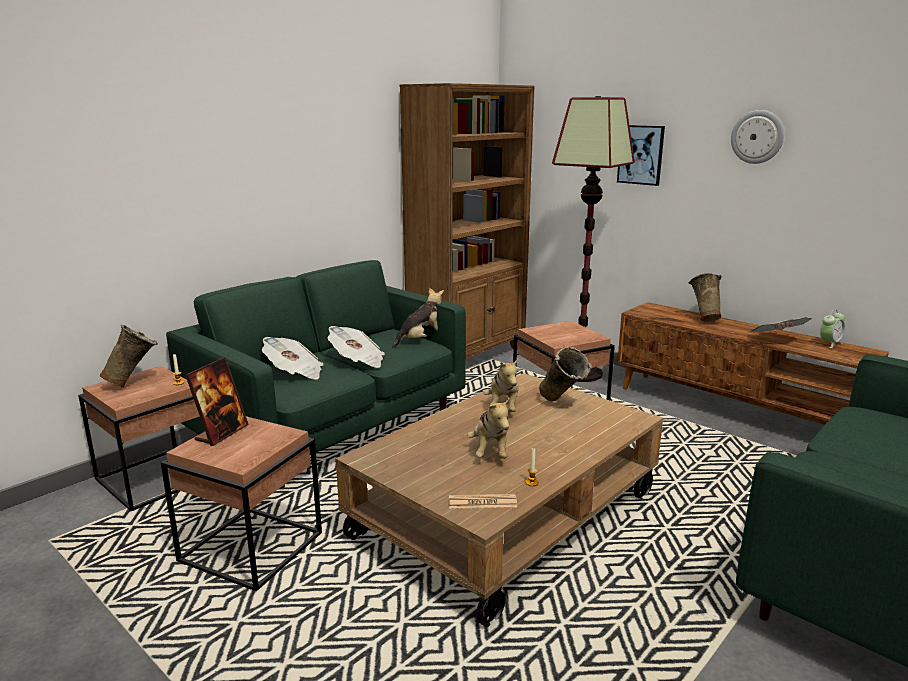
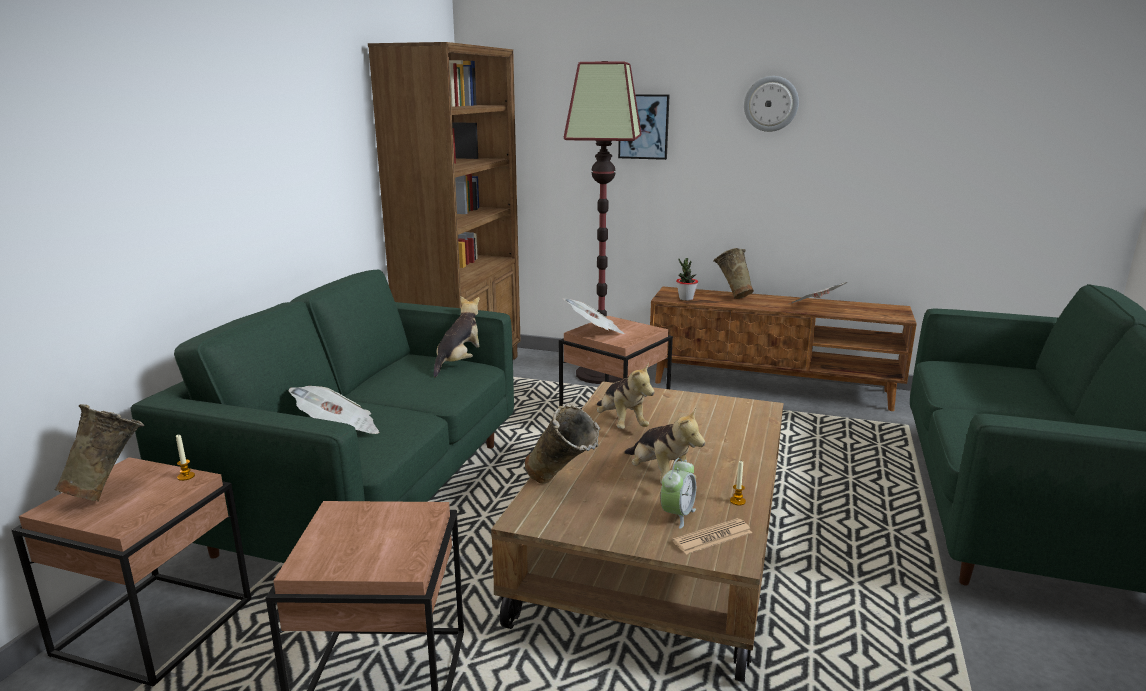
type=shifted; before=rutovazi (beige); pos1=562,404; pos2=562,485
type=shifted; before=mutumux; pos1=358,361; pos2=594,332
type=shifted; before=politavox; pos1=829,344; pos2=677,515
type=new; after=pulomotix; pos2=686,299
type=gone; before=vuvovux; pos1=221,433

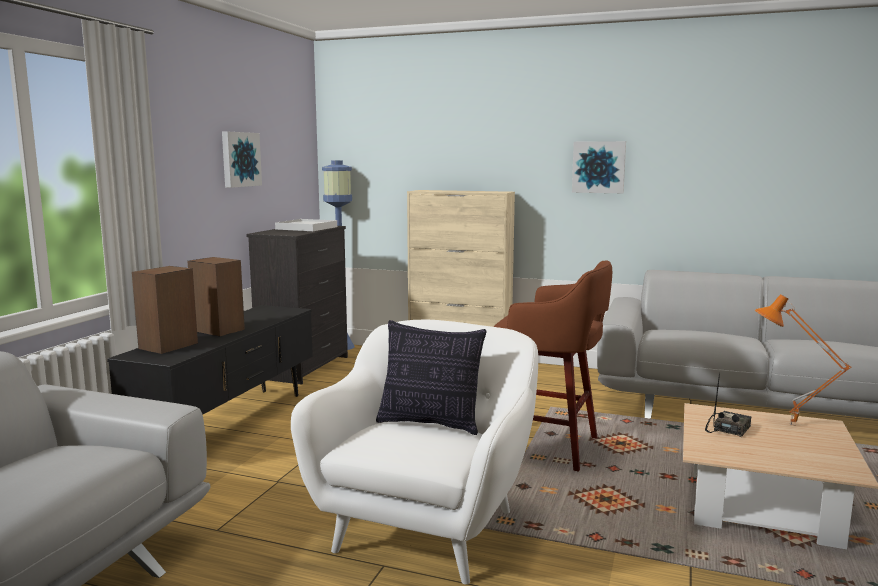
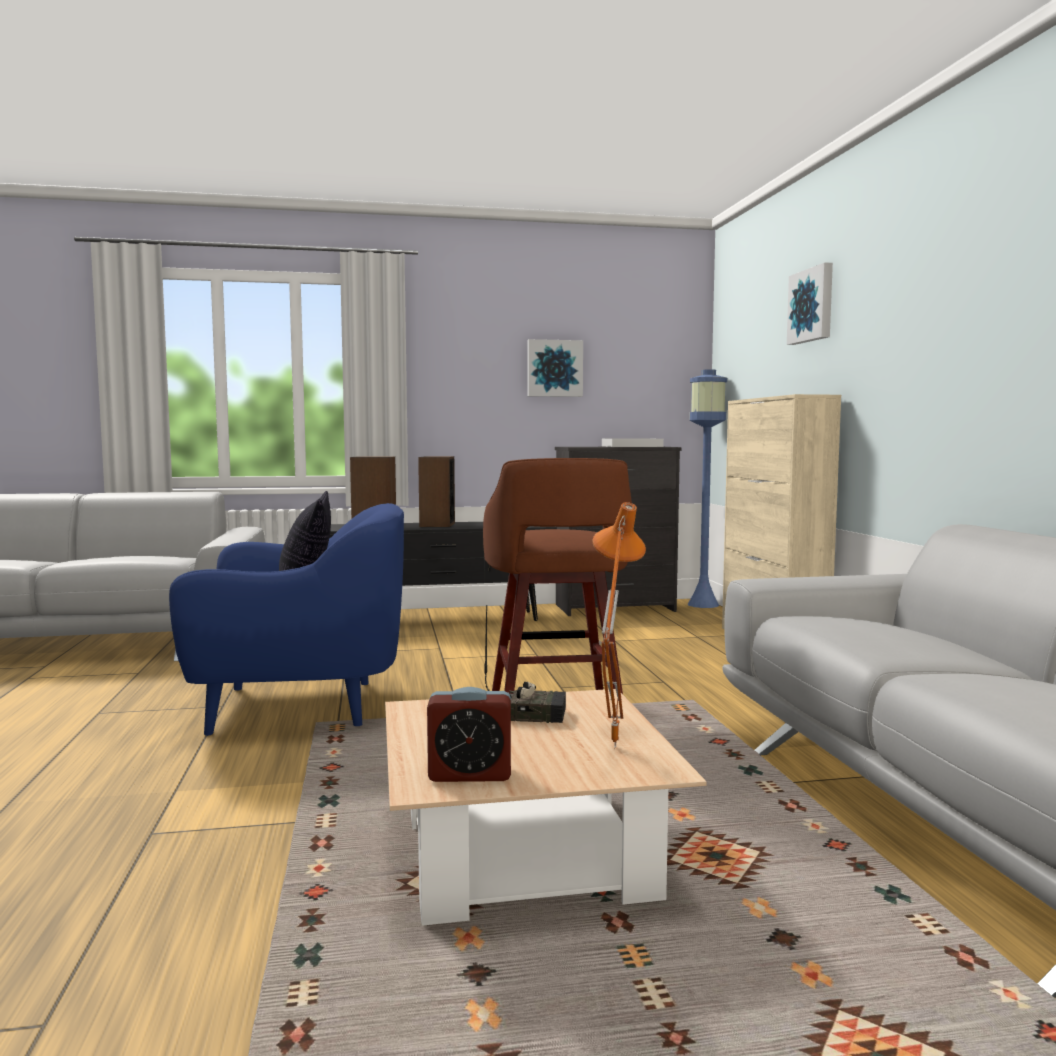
type=repainted; before=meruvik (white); after=meruvik (blue); pos1=428,527; pos2=301,706
type=new; after=politavox; pos2=470,774
type=shifted; before=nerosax; pos1=598,167; pos2=812,305

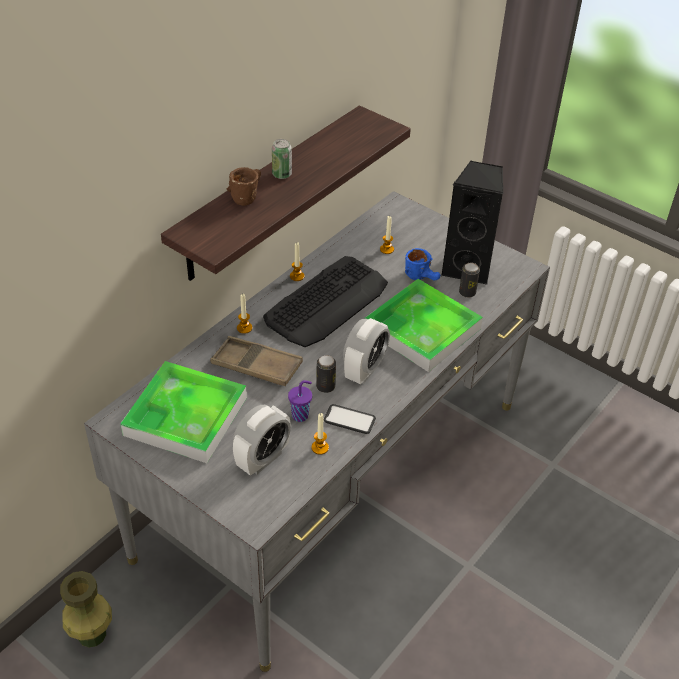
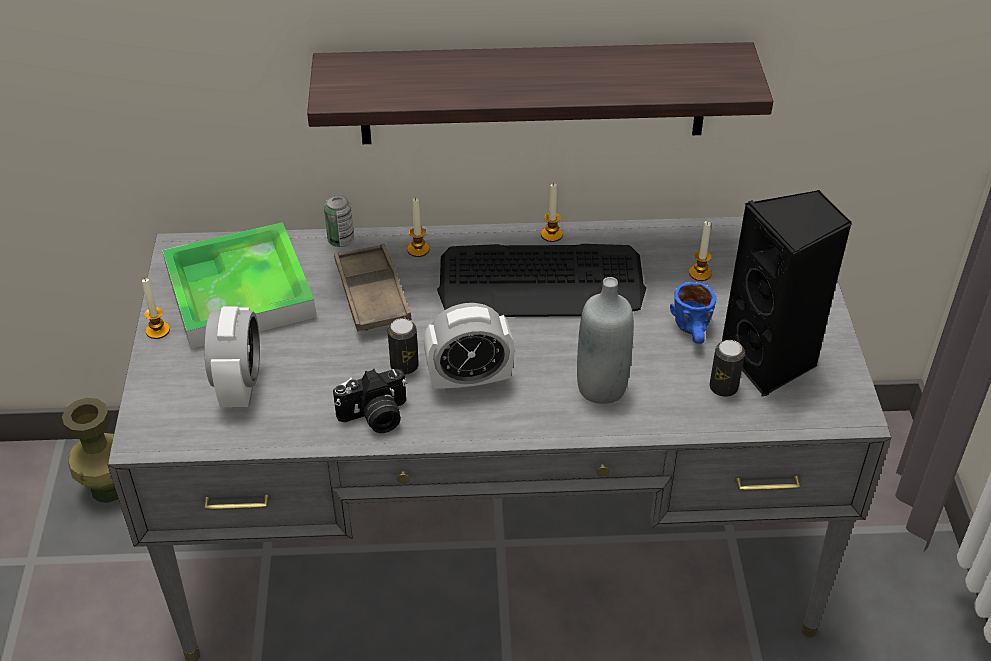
type=shifted; before=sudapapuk; pos1=320,447; pos2=157,330
type=rotated; before=politavox; pos1=262,459; pos2=240,386; turn=-90
type=shifted; before=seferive; pos1=282,174; pos2=341,240
type=swapped; before=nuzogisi; after=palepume; pos1=349,420; pos2=375,417
type=swapped; before=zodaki; after=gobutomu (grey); pos1=422,329; pos2=601,387
type=gone; before=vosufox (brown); pos1=247,194
type=gone; before=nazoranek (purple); pos1=301,415

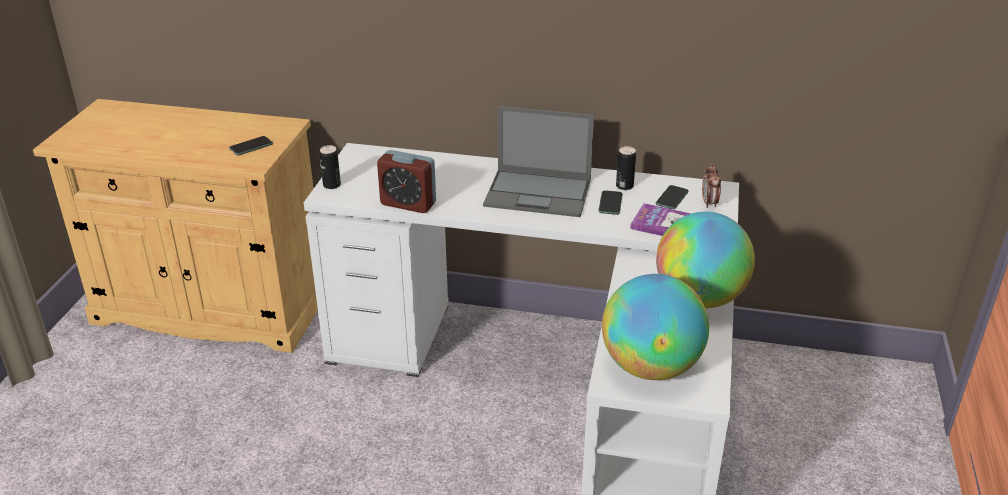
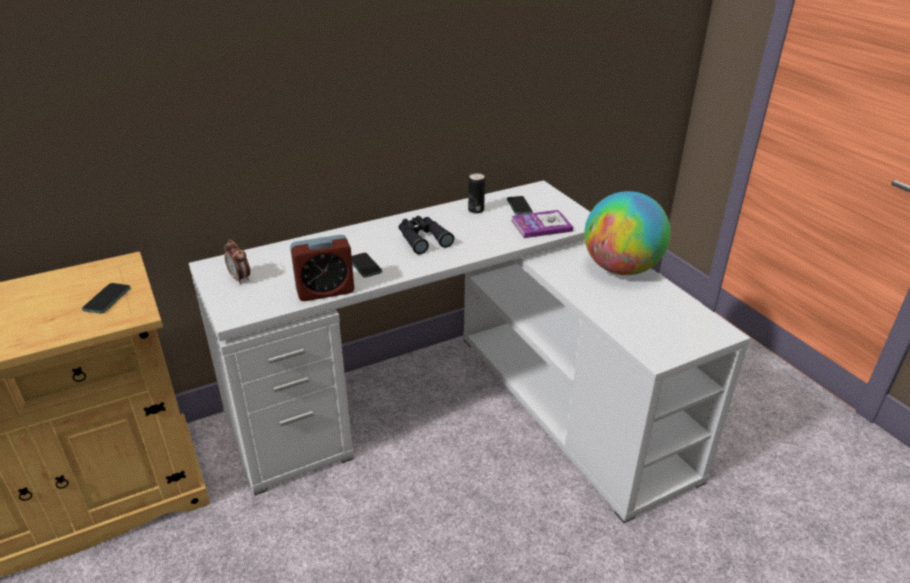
type=shifted; before=politavox; pos1=709,203; pos2=240,279
type=shifted; before=nuzogisi; pos1=610,203; pos2=365,266
type=swapped; before=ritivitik; after=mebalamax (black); pos1=539,193; pos2=422,239
type=gone; before=seferive; pos1=332,185
type=gone; before=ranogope; pos1=651,367

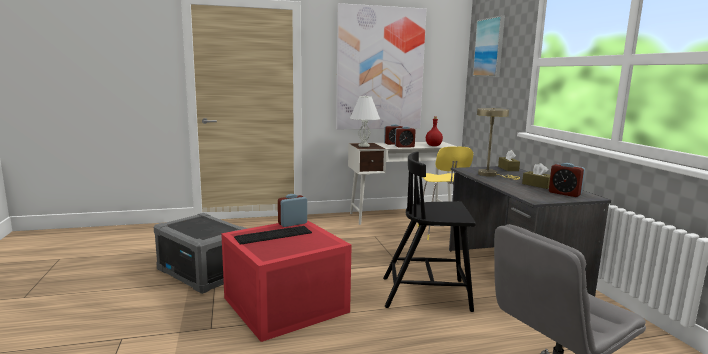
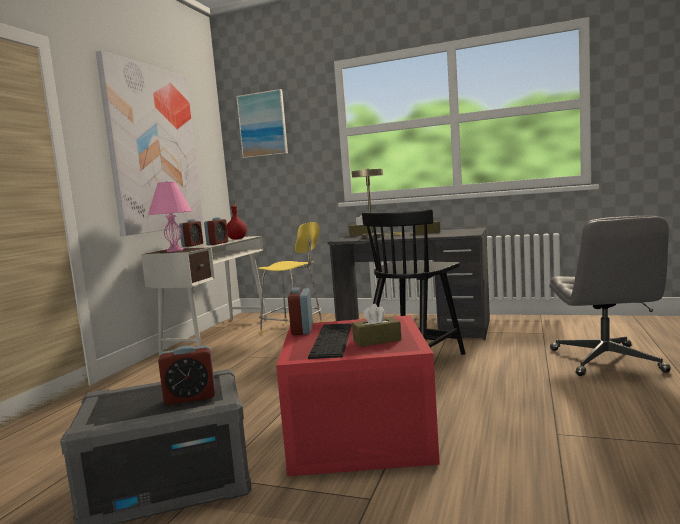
type=repainted; before=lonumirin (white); after=lonumirin (pink); pos1=364,146; pos2=175,250
type=shifted; before=politavox; pos1=564,193; pos2=190,398
type=new; after=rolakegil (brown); pos2=377,340

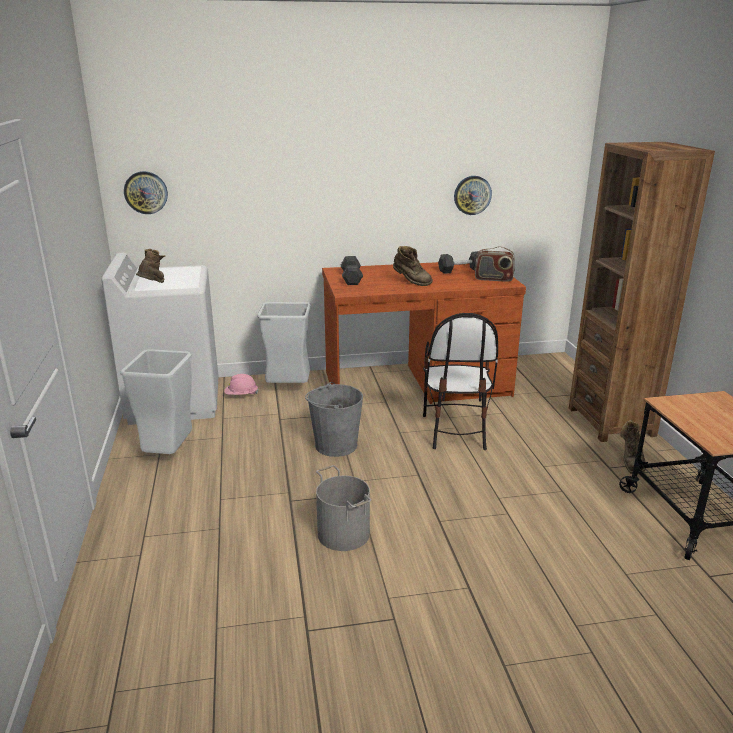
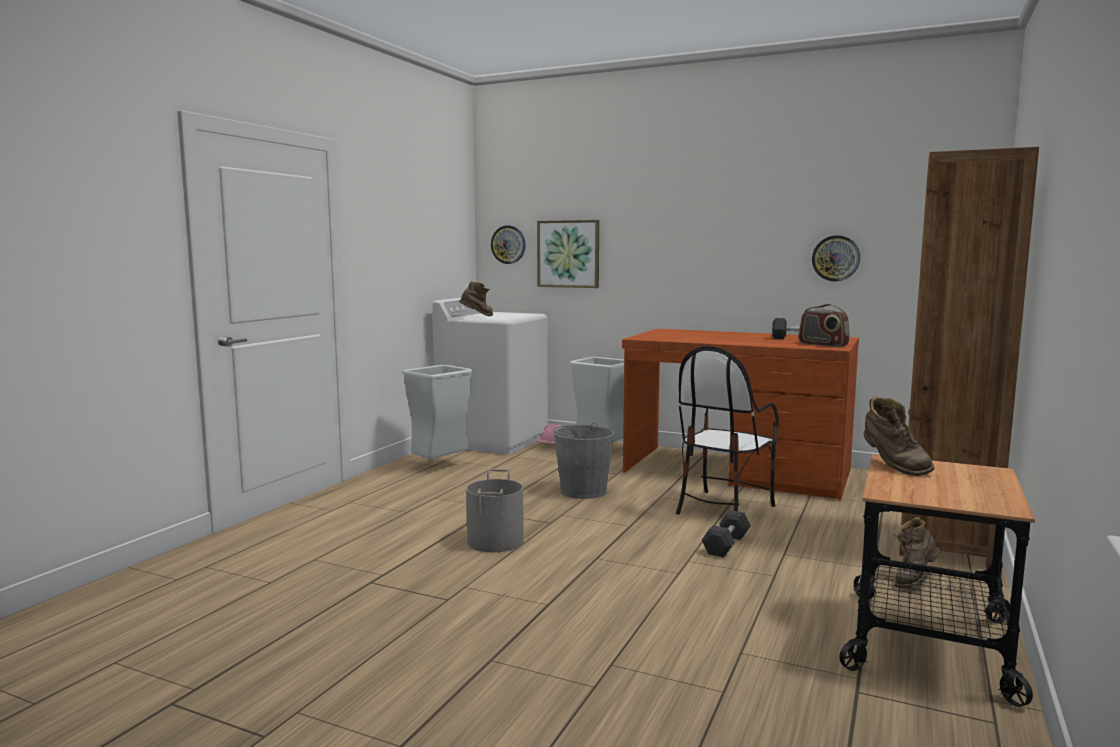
type=new; after=nerosax; pos2=568,254
type=shifted; before=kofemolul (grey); pos1=351,278; pos2=726,545
type=shifted; before=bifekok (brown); pos1=411,282; pos2=893,466

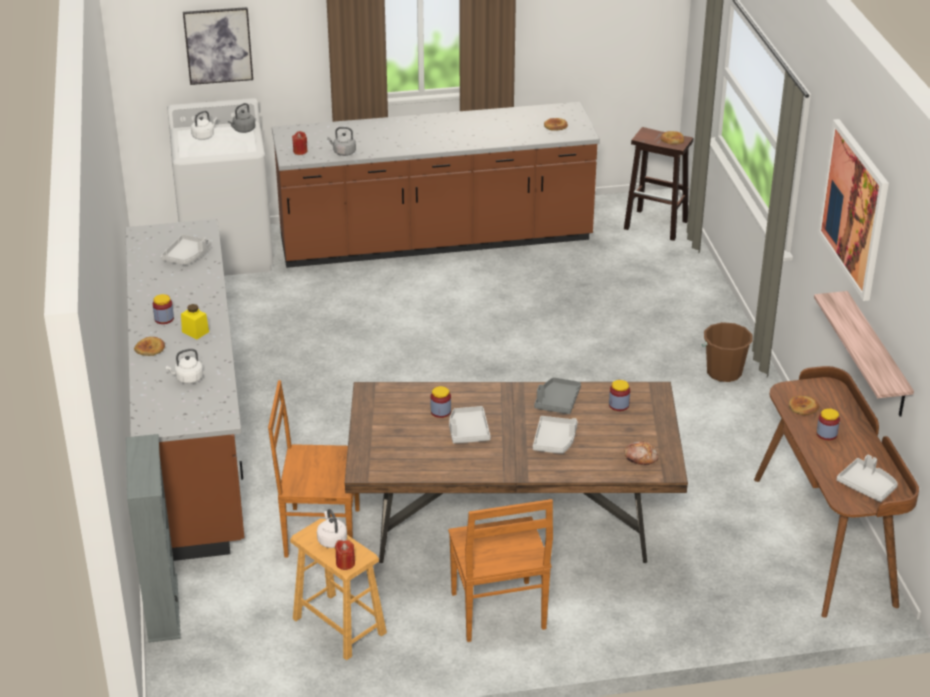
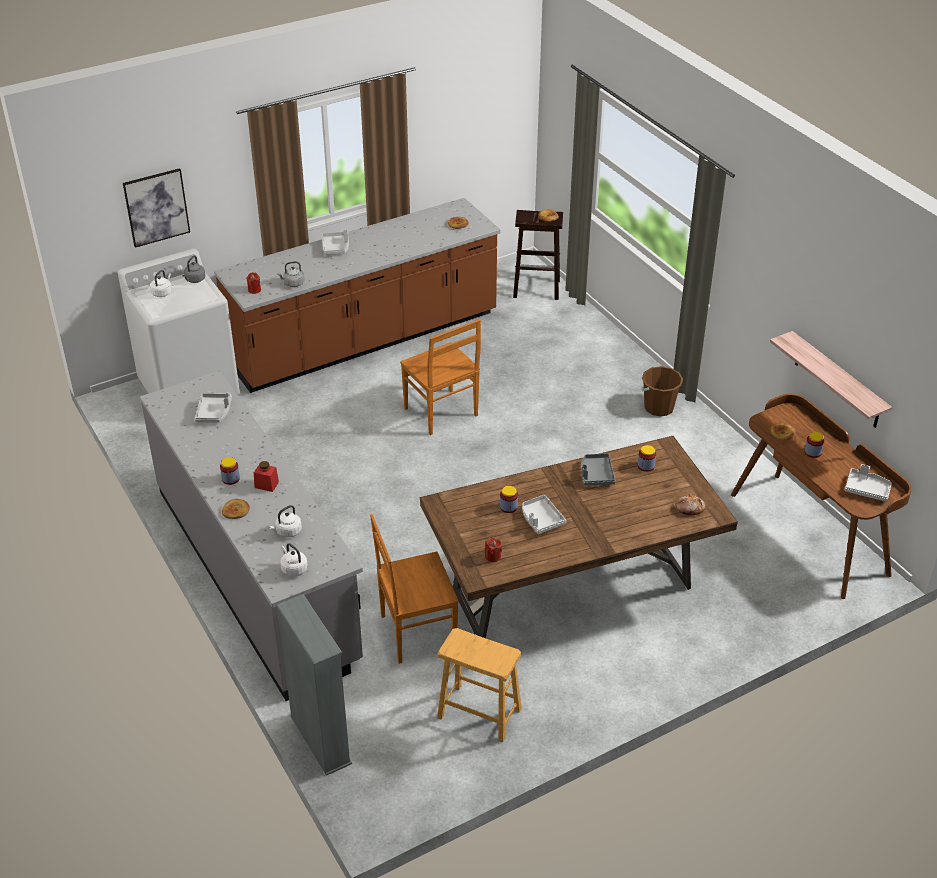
type=repainted; before=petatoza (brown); after=petatoza (grey); pos1=192,438; pos2=257,573
type=repainted; before=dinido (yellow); after=dinido (red); pos1=195,332; pos2=266,485
type=shifted; before=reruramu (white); pos1=331,540; pos2=293,569
type=shifted; before=zodaki (grey); pos1=555,441; pos2=336,247
type=shifted; before=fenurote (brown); pos1=498,613; pos2=442,413
type=shifted; before=sudapapuk (red); pos1=345,563; pos2=493,556
type=gone; before=nerosax; pos1=854,208

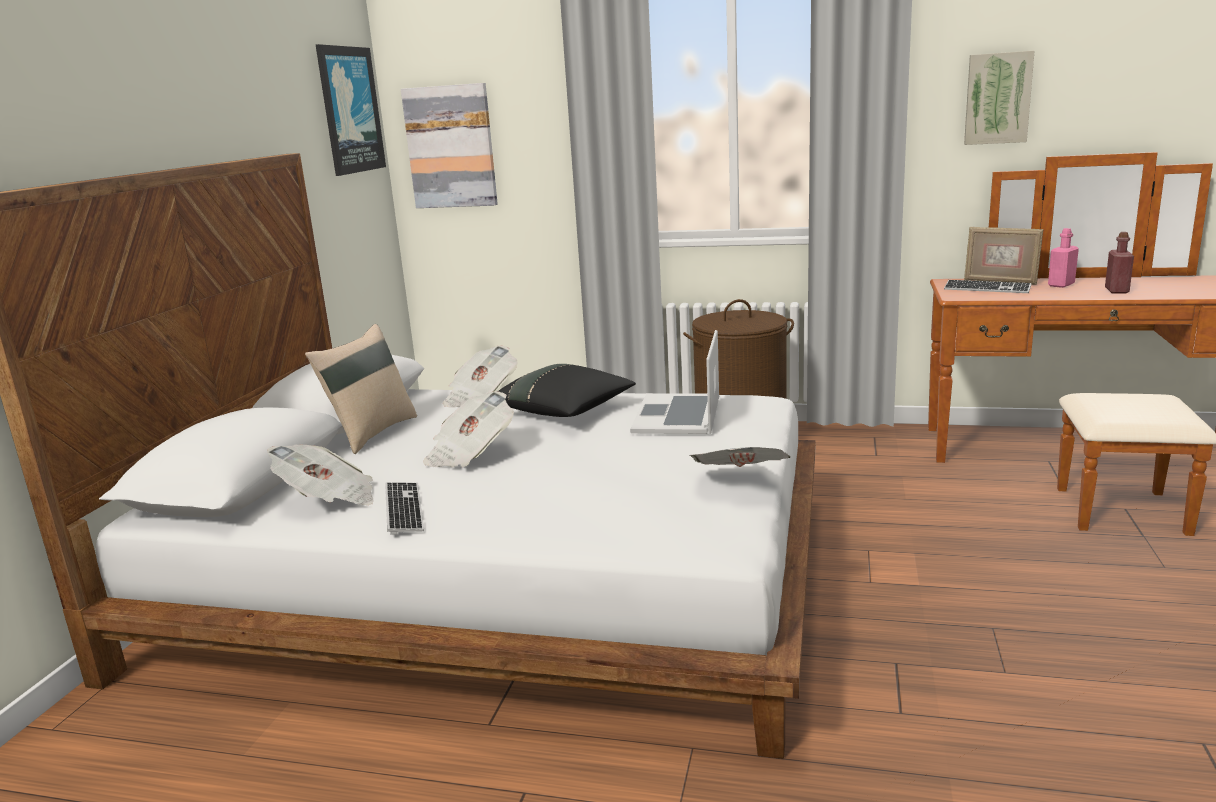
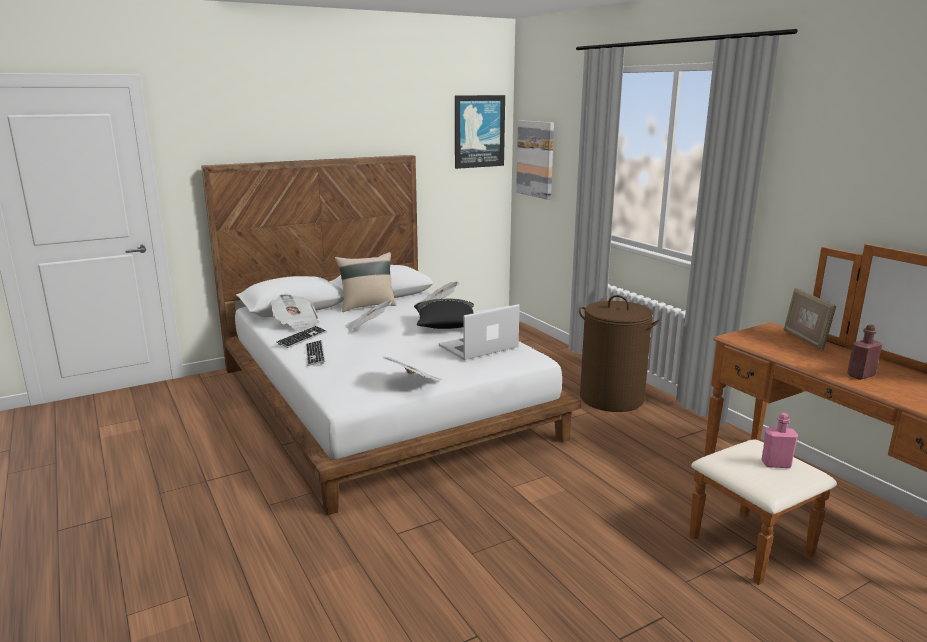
type=shifted; before=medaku; pos1=987,289; pos2=315,354
type=shifted; before=gobutomu (pink); pos1=1061,285; pos2=776,464
type=gone; before=nerosax; pos1=997,98

